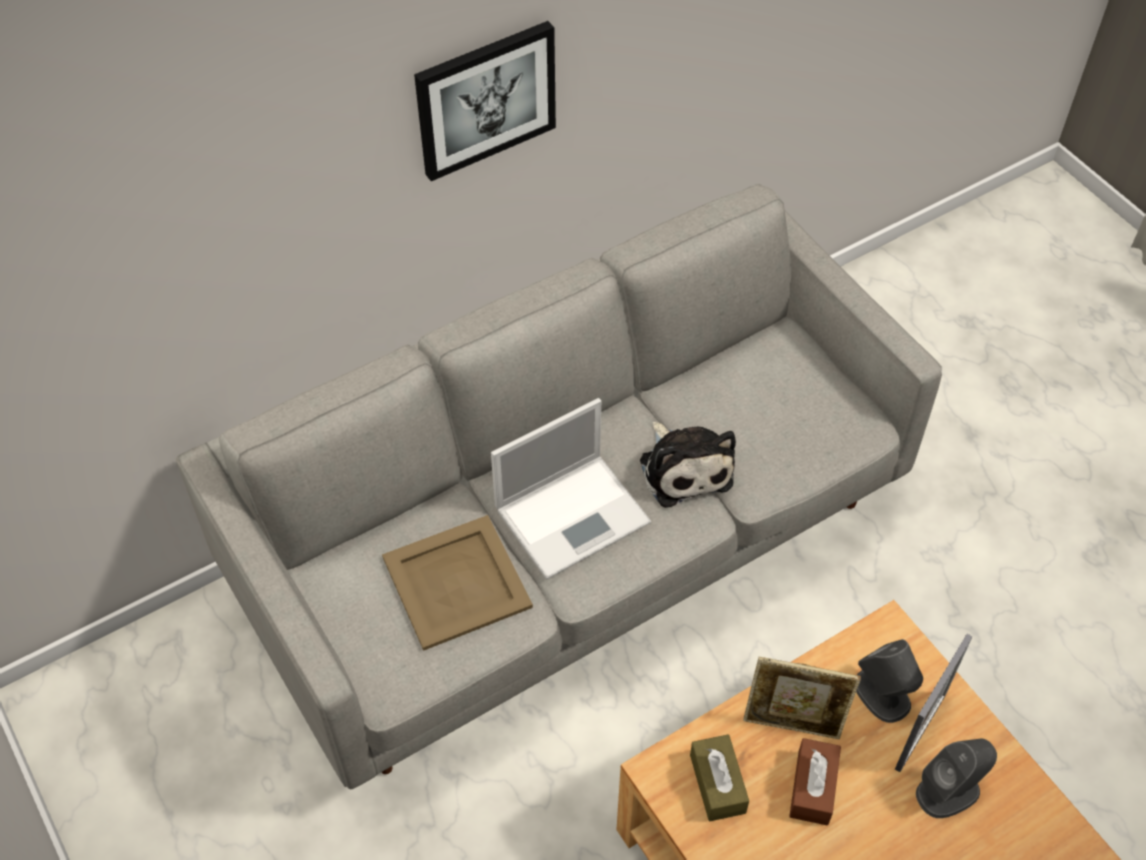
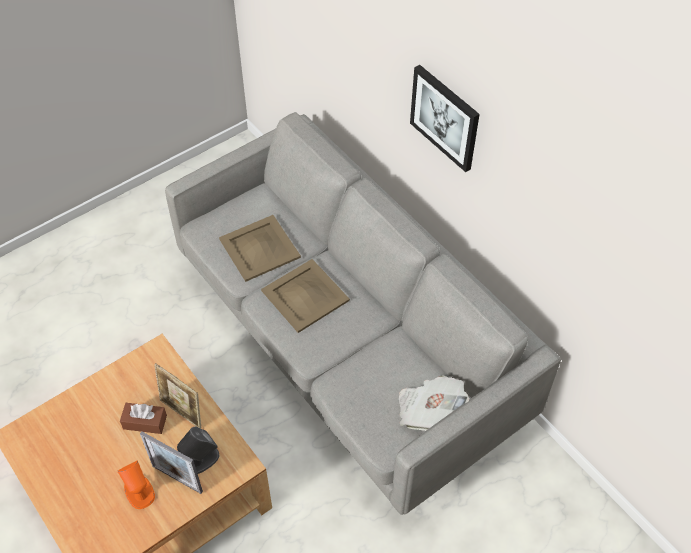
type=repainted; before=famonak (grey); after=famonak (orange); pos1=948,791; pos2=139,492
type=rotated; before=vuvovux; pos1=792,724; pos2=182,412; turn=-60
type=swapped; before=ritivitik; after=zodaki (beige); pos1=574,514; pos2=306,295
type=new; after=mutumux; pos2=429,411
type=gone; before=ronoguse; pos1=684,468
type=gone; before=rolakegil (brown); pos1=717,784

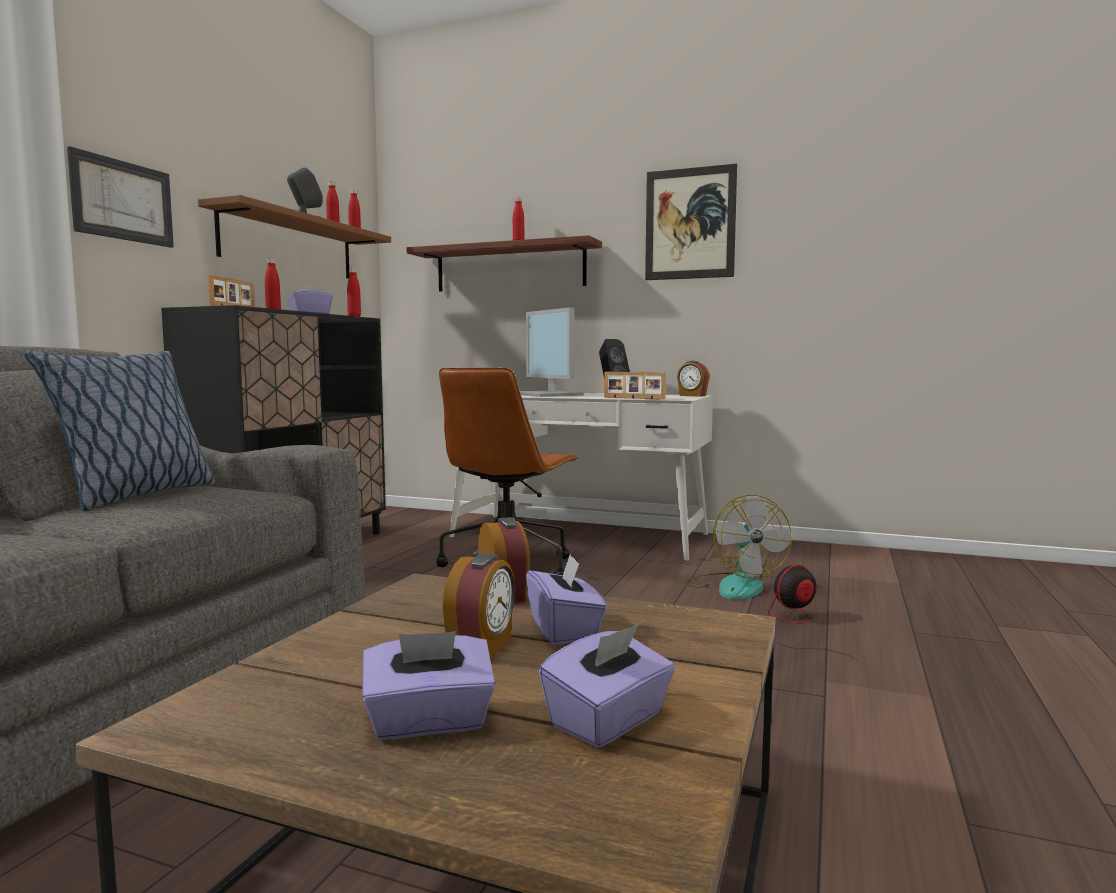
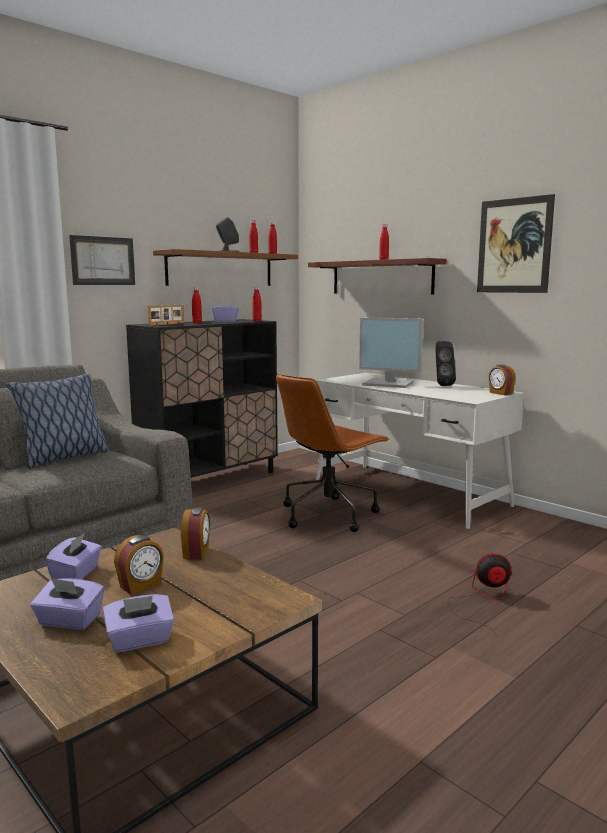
type=shifted; before=rolakegil (purple); pos1=565,630; pos2=76,574
type=rotated; before=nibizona; pos1=548,395; pos2=389,383; turn=-60
type=gone; before=vuvovux; pos1=633,398
type=gone; before=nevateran; pos1=734,586

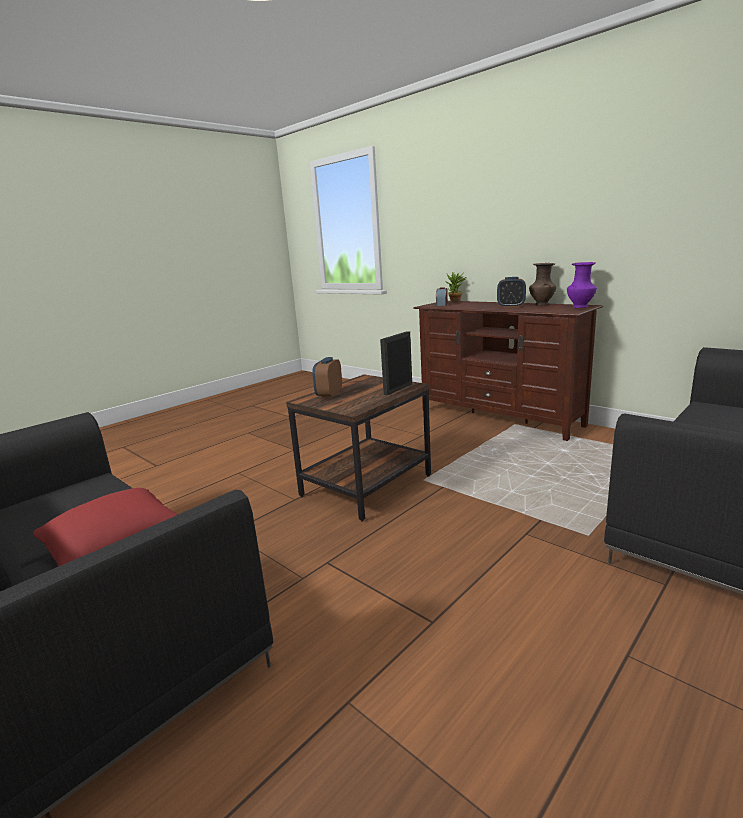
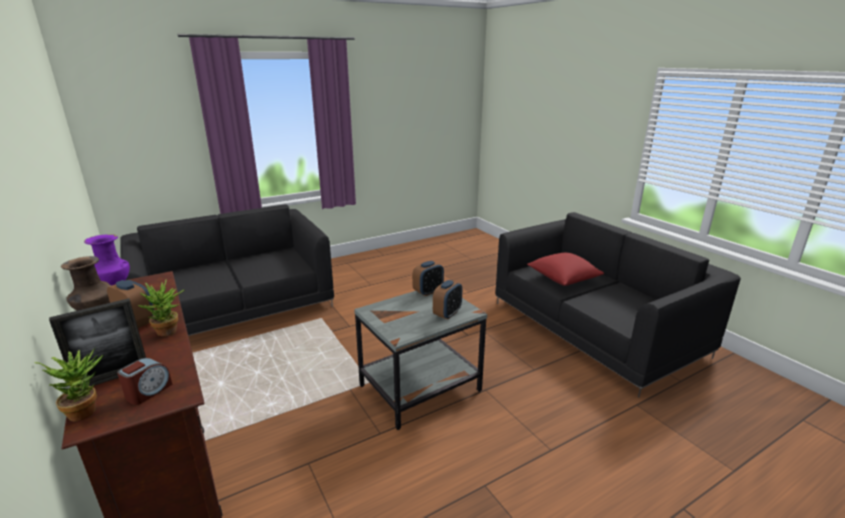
type=shifted; before=vuvovux; pos1=398,389; pos2=113,377
type=new; after=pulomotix; pos2=169,332
type=repainted; before=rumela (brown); after=rumela (grey); pos1=367,486; pos2=419,388
type=new; after=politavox; pos2=428,291

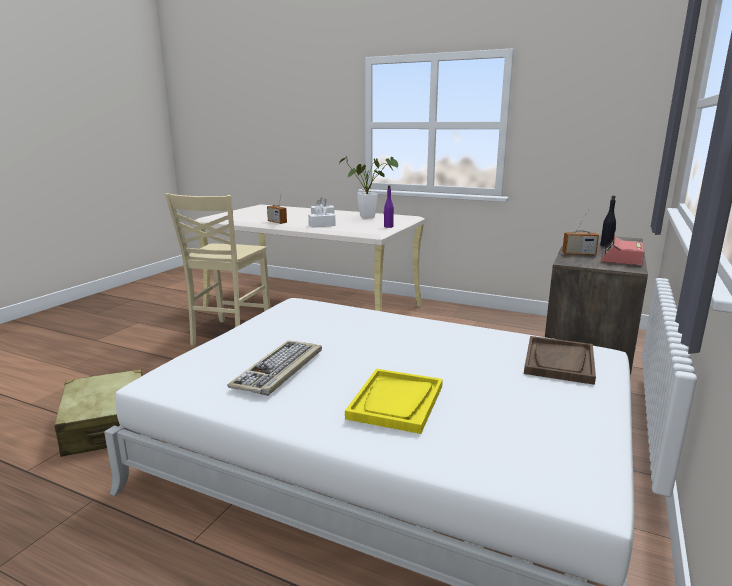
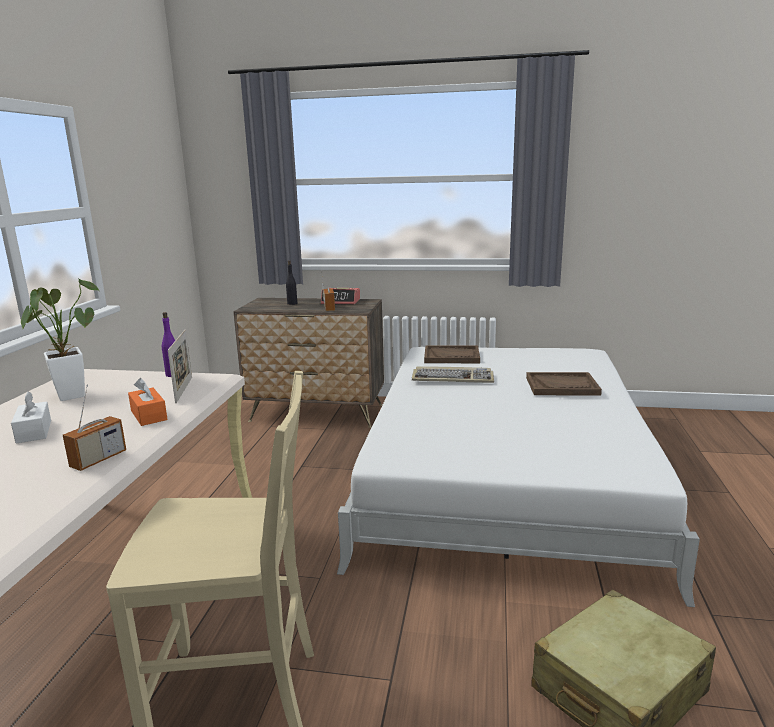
type=repainted; before=rolakegil (white); after=rolakegil (orange); pos1=322,225; pos2=149,415
type=new; after=vuvovux; pos2=184,389
type=shifted; before=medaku; pos1=279,370; pos2=453,378
type=repainted; before=zodaki (yellow); after=zodaki (brown); pos1=396,402; pos2=562,386

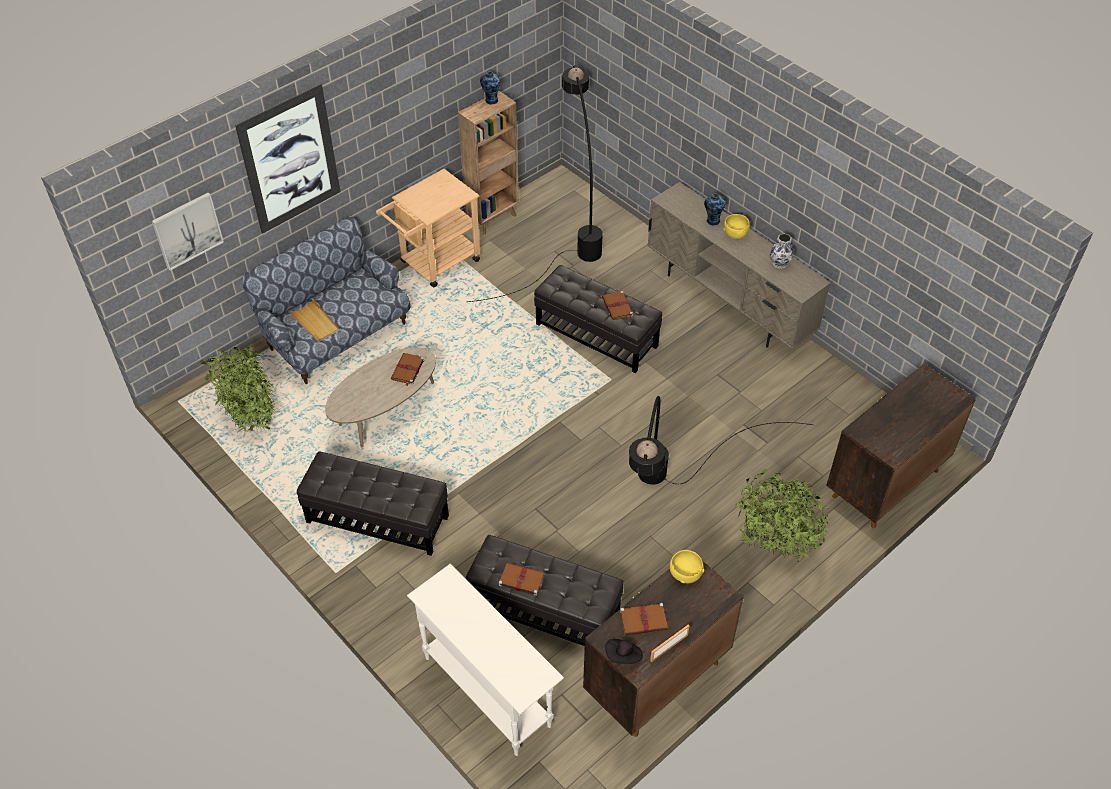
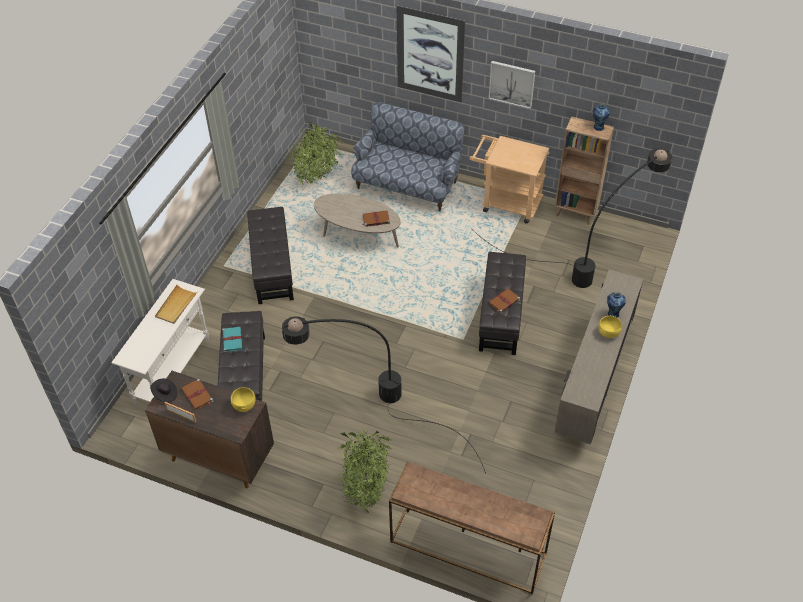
type=shifted; before=zodaki (beige); pos1=315,323; pos2=176,306
type=repainted; before=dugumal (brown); after=dugumal (turquoise); pos1=520,579; pos2=232,339
type=swapped; before=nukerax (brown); after=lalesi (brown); pos1=885,484; pos2=466,548
type=shifted; before=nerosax; pos1=187,230; pos2=511,84
type=gone; before=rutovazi; pos1=779,263

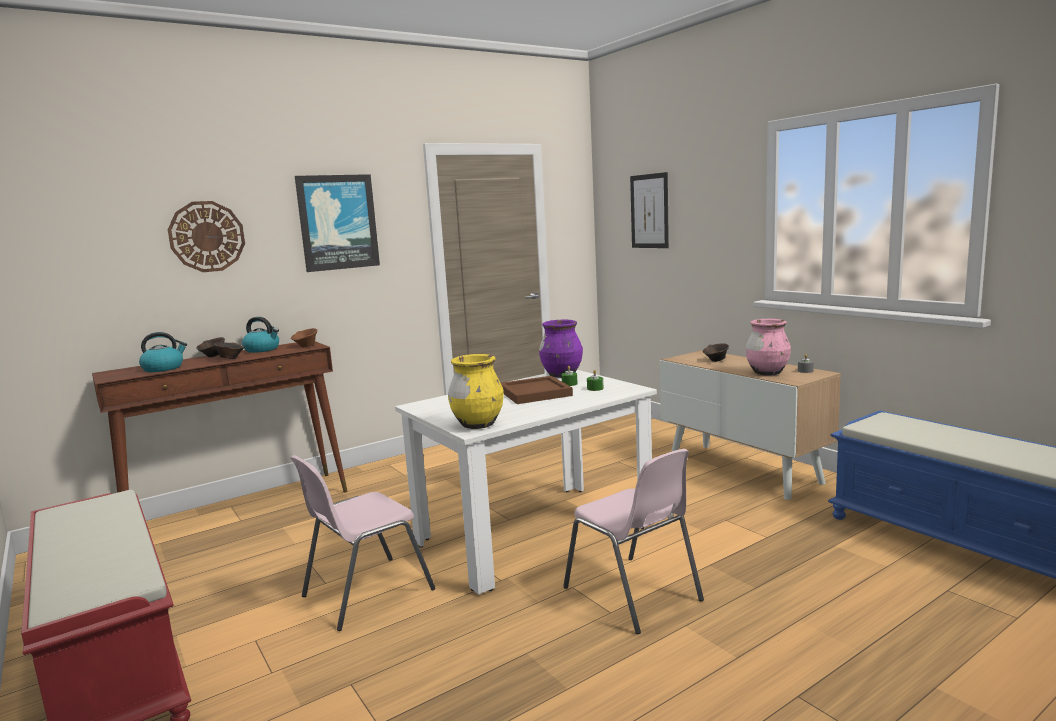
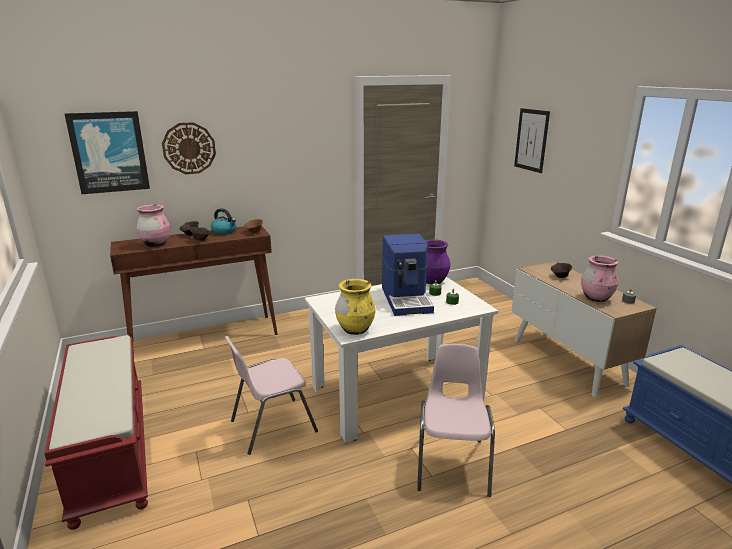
type=shifted; before=nerosax; pos1=338,222; pos2=109,152
type=swapped; before=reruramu; after=rutovazi (pink); pos1=164,368; pos2=156,244
type=swapped; before=zodaki (brown); after=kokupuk; pos1=535,392; pos2=407,299
type=rotated; before=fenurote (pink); pos1=633,594; pos2=452,463; turn=-150

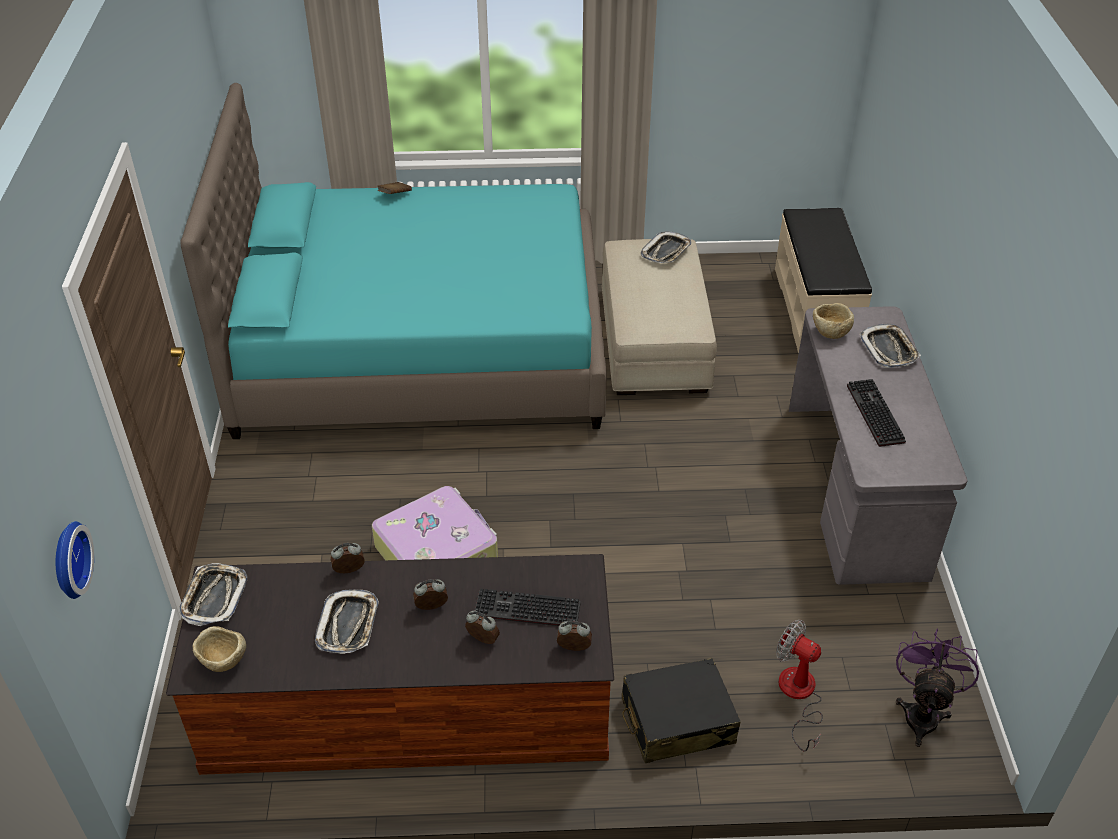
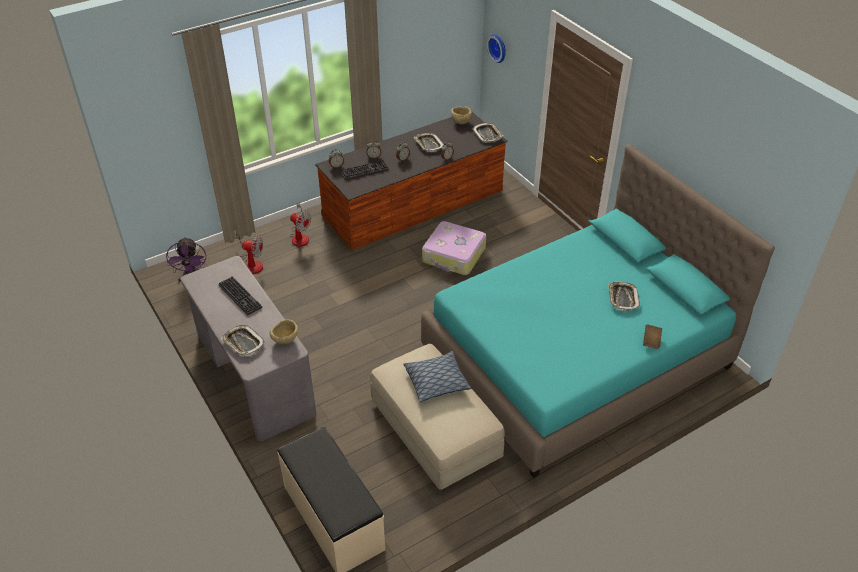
type=swapped; before=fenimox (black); after=nevateran; pos1=677,721; pos2=300,236
type=new; after=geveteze; pos2=436,381
type=shifted; before=zodaki; pos1=666,251; pos2=622,298

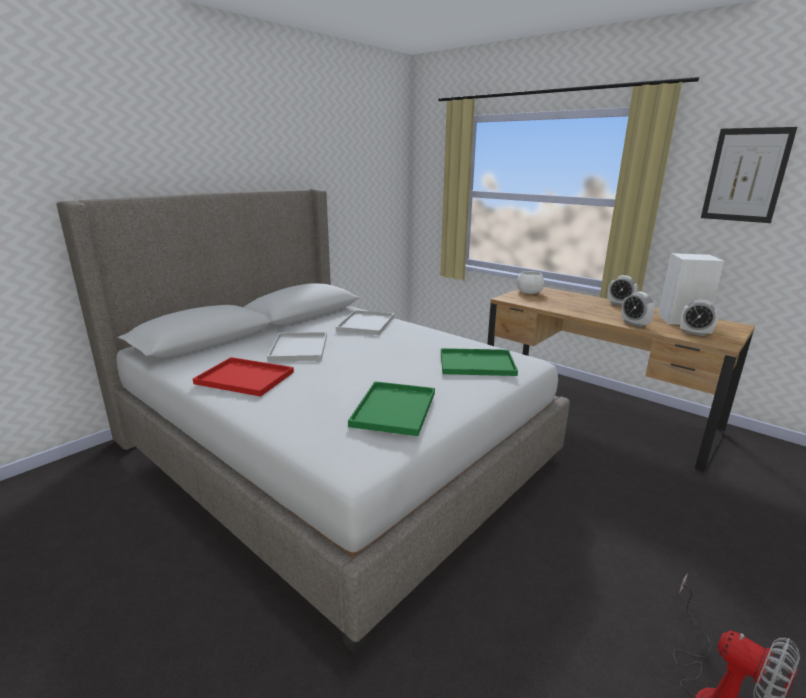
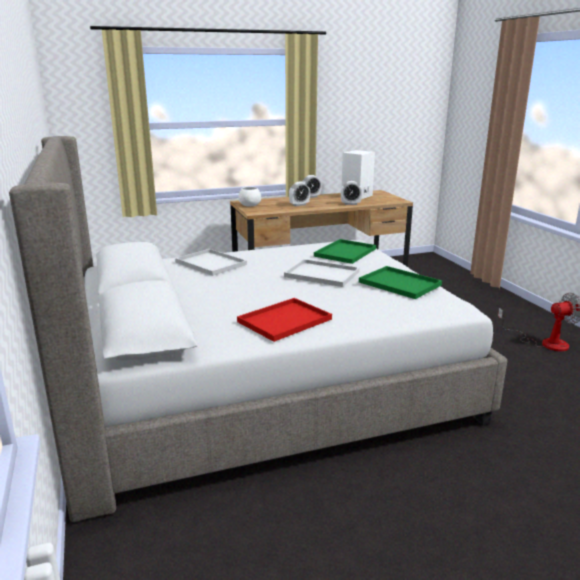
type=shifted; before=zodaki (white); pos1=299,348; pos2=323,274
type=shifted; before=politavox; pos1=695,333; pos2=299,205
type=gone; before=nerosax; pos1=745,175

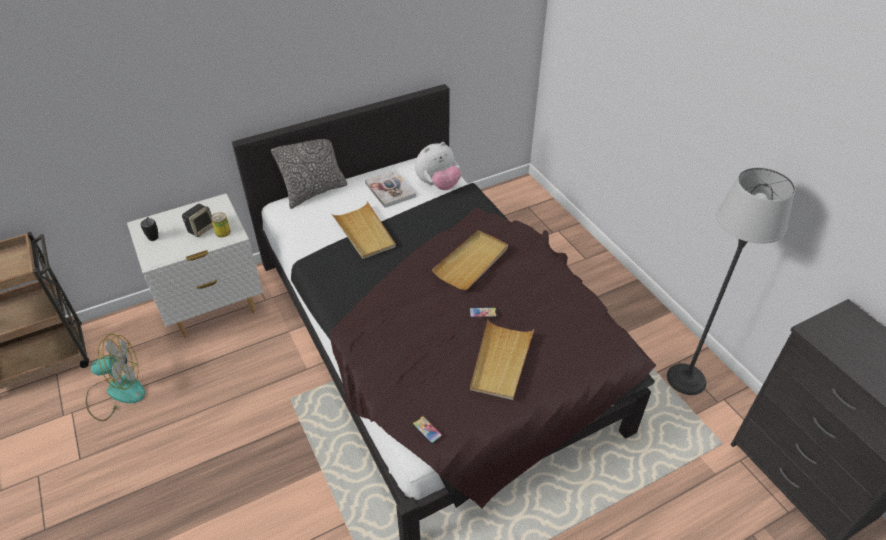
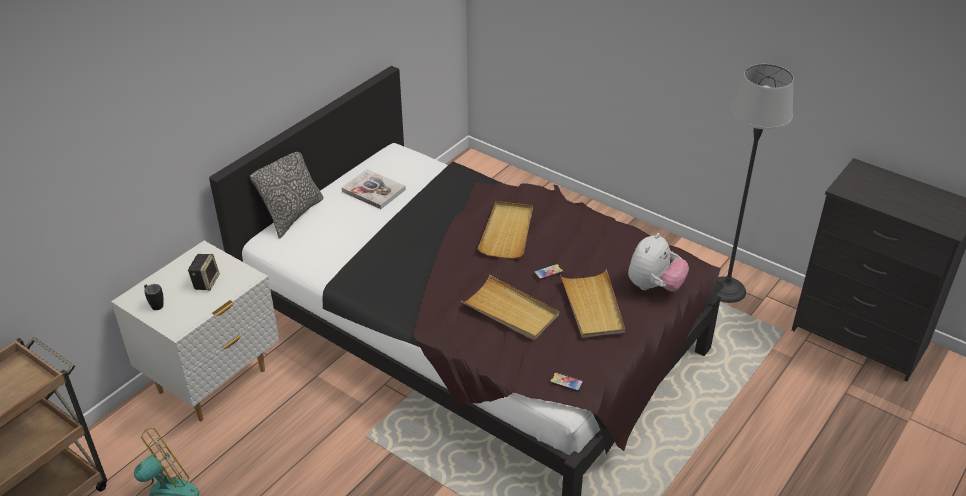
type=shifted; before=zodaki (beige); pos1=364,233; pos2=510,311
type=shifted; before=ronoguse; pos1=438,185; pos2=654,286
type=gone; before=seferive; pos1=223,232

